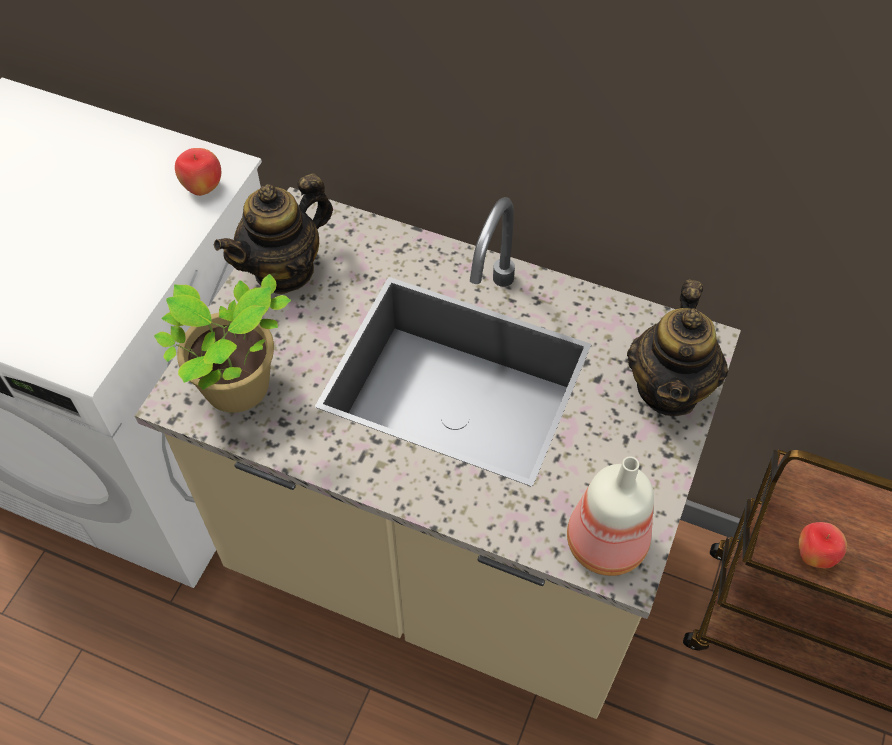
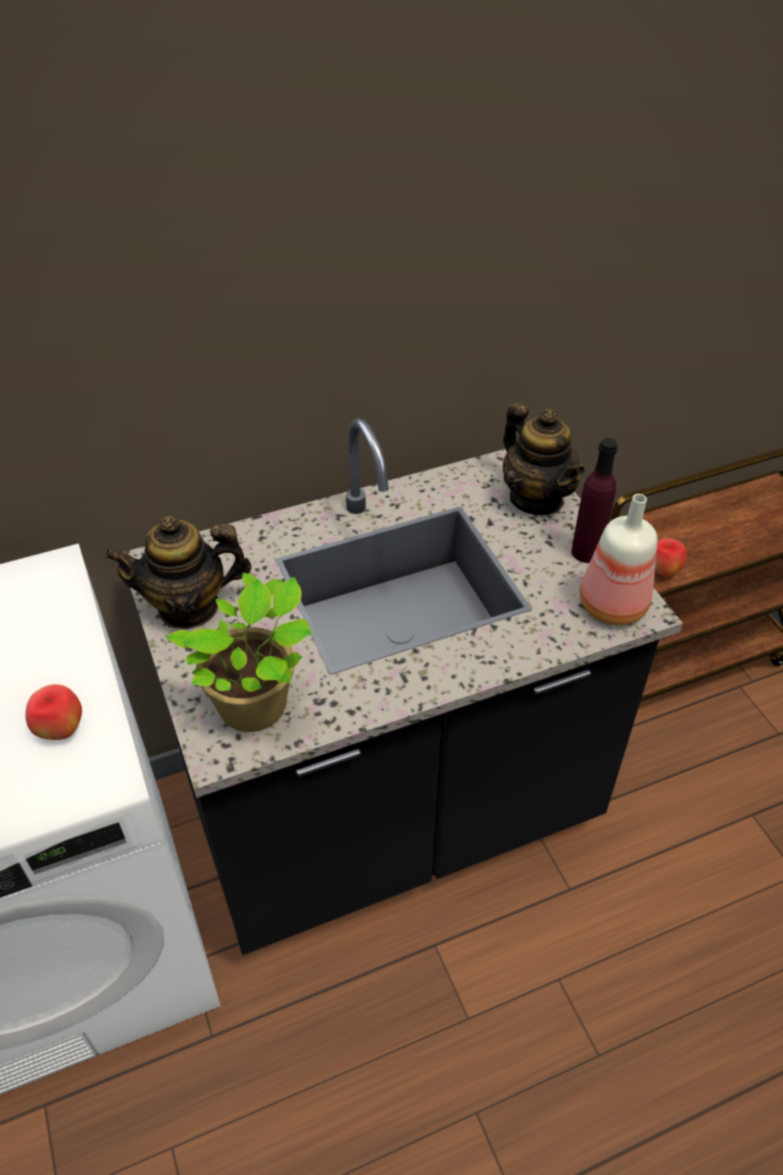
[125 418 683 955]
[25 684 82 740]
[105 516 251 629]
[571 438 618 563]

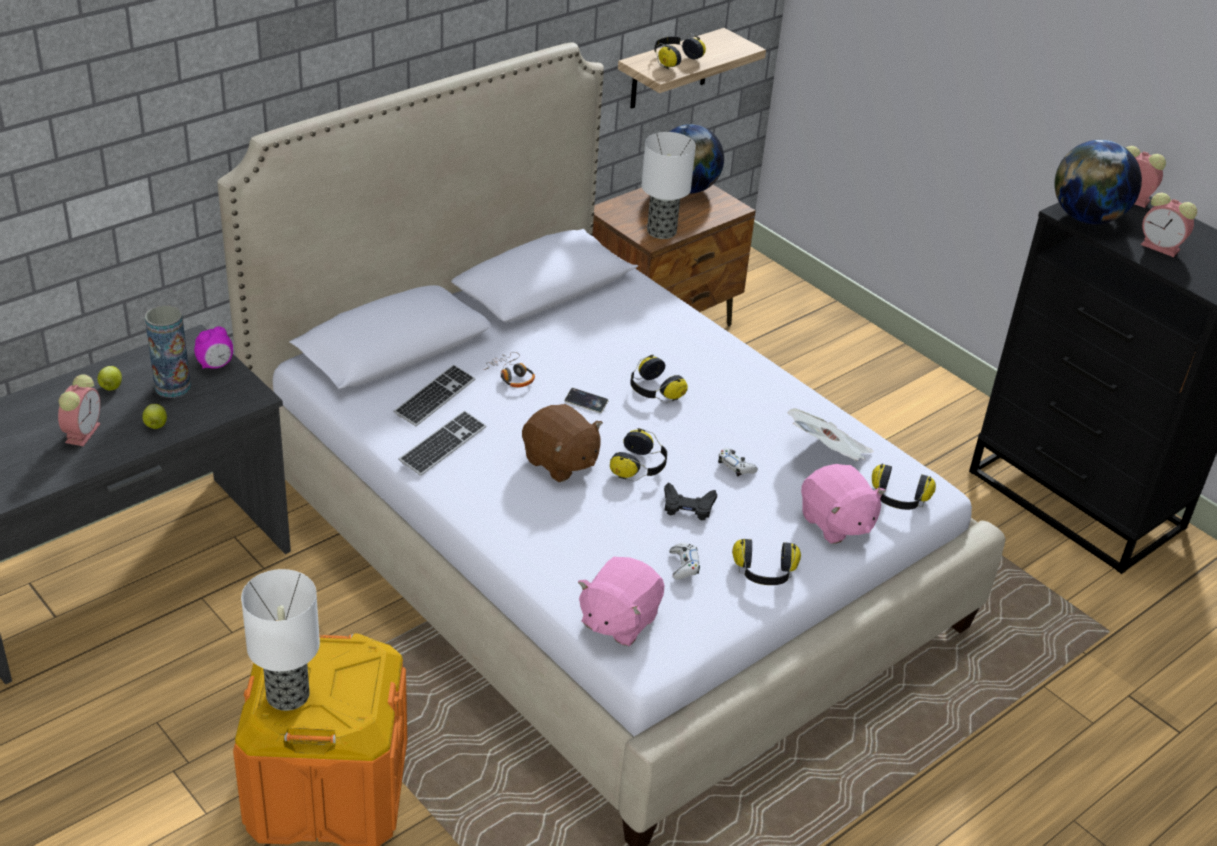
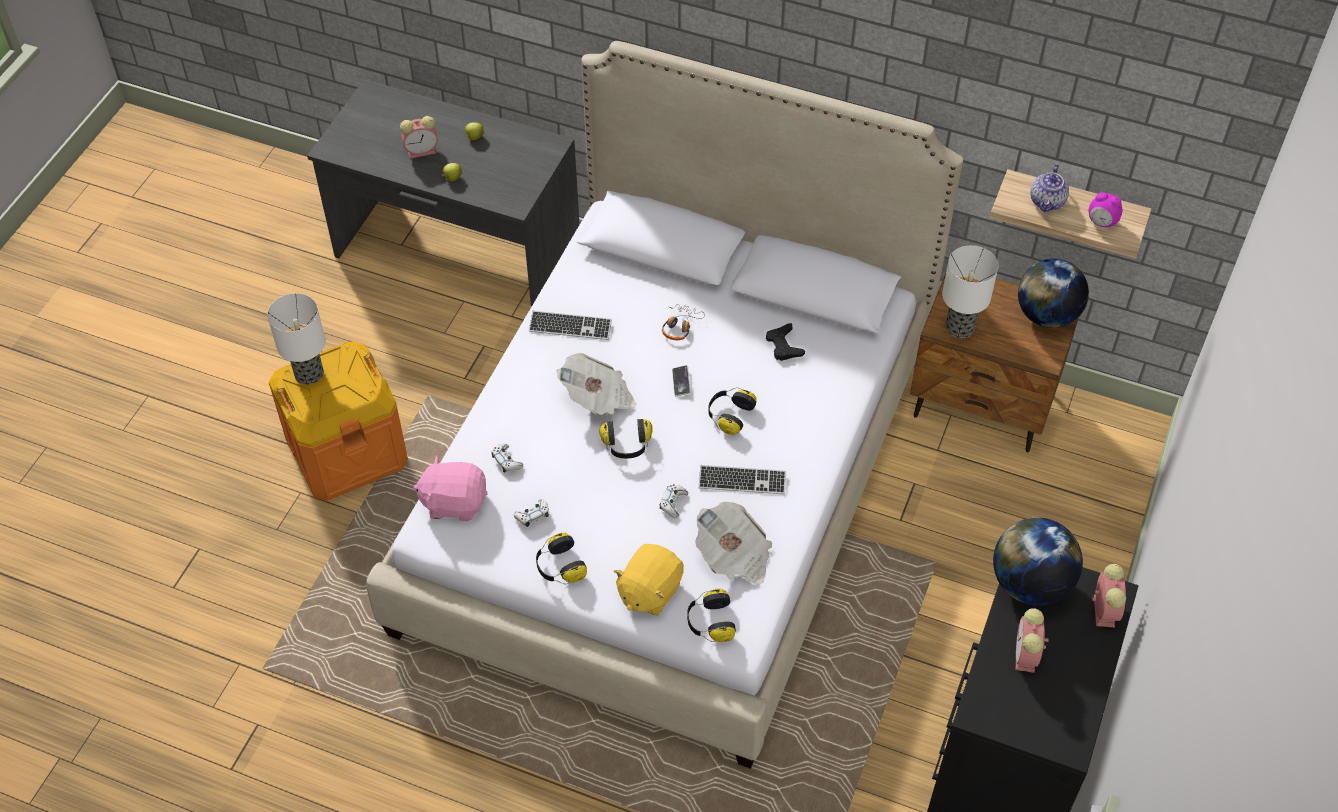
[145 305 191 398] (first image)
[1089 192 1123 227]
[699 465 786 494]
[557 353 637 416]
[1031 163 1069 212]
[766 323 805 361]
[614 544 684 616]
[492 444 523 473]

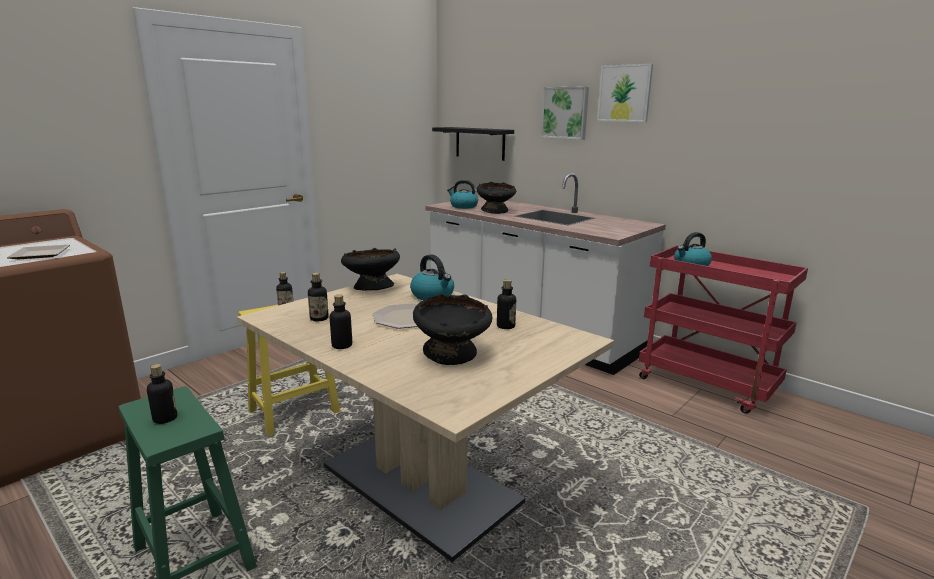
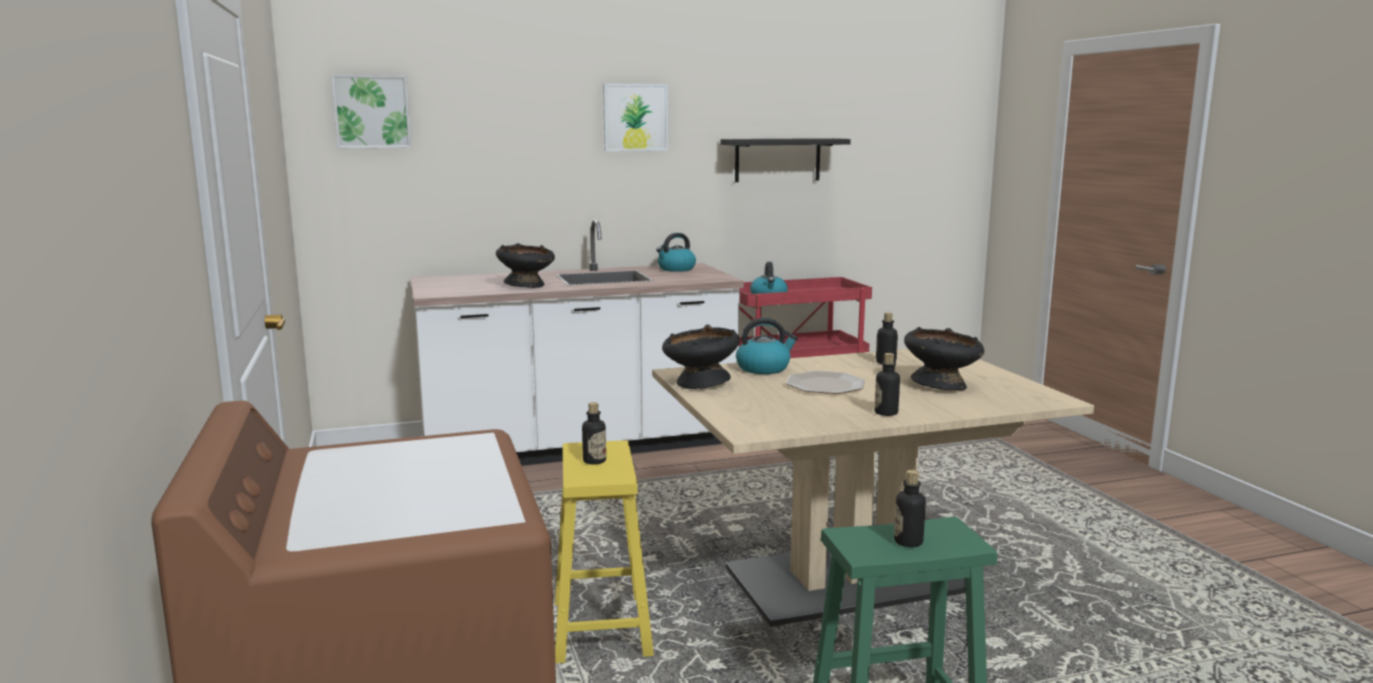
[7 245 70 259] (first image)
[308 273 329 321] (first image)
[720 138 851 182]
[656 233 696 272]
[331 75 411 148]

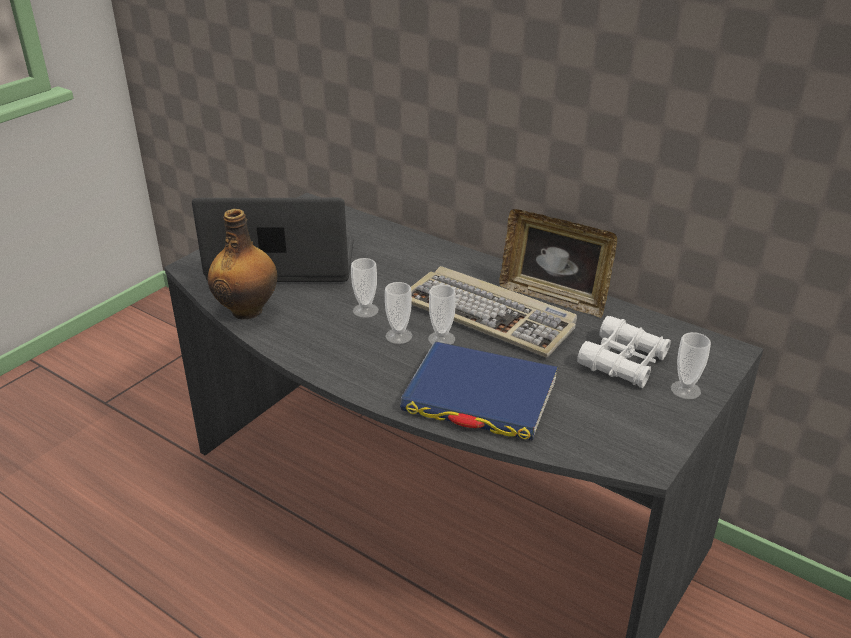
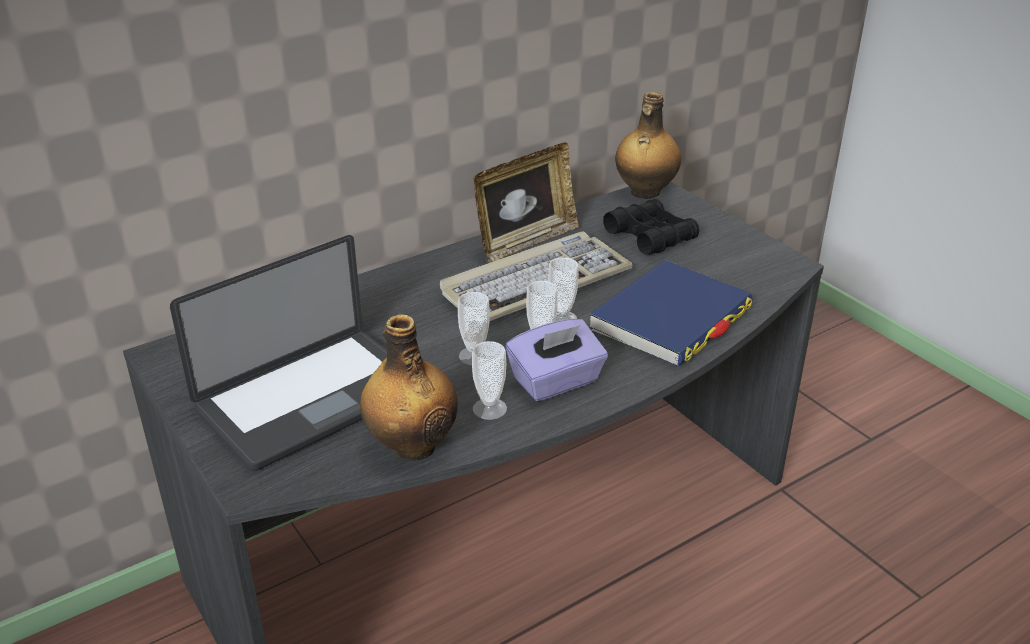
[170 235 387 471]
[603 199 699 255]
[472 341 507 420]
[506 319 608 401]
[615 92 681 199]

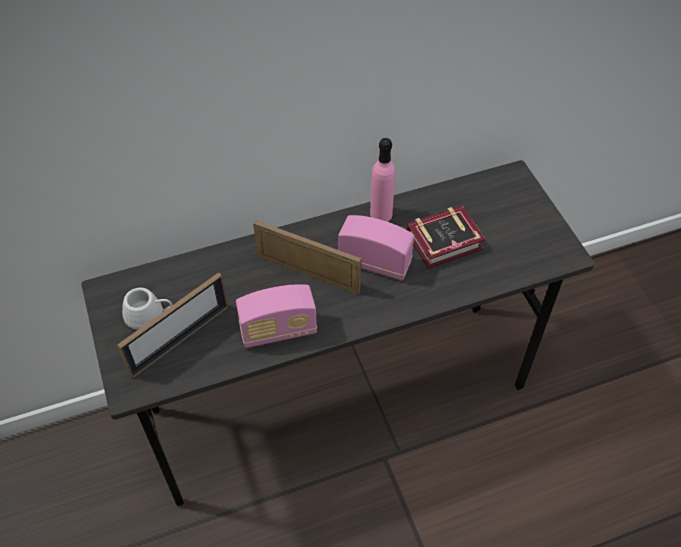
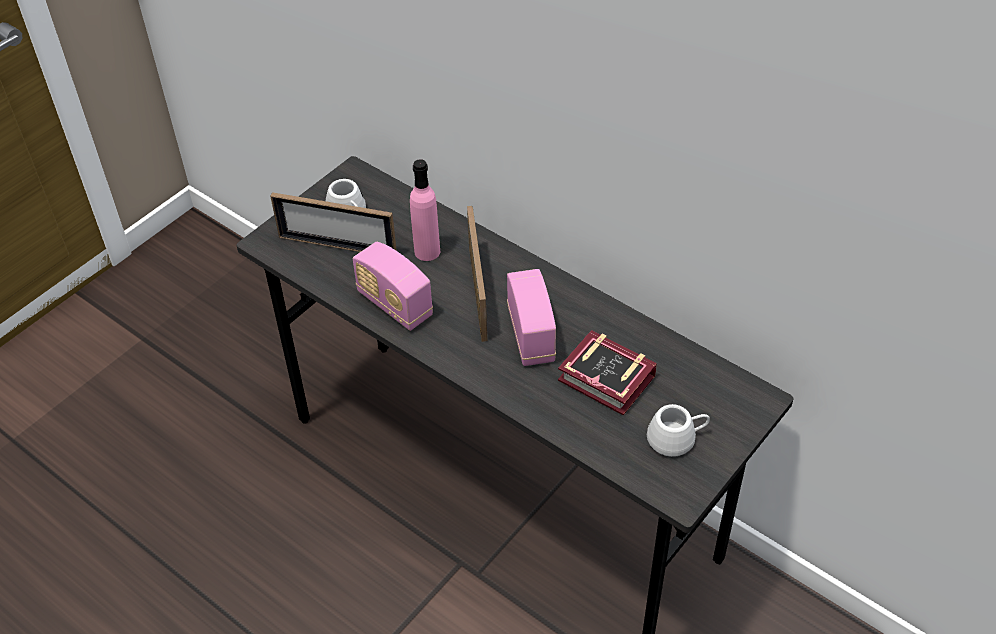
[410 159 440 261]
[647 404 710 457]

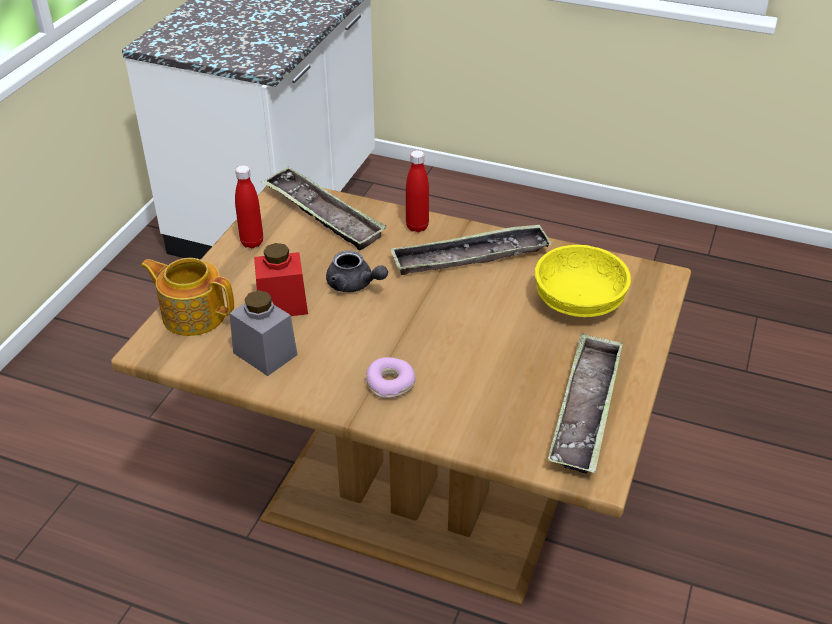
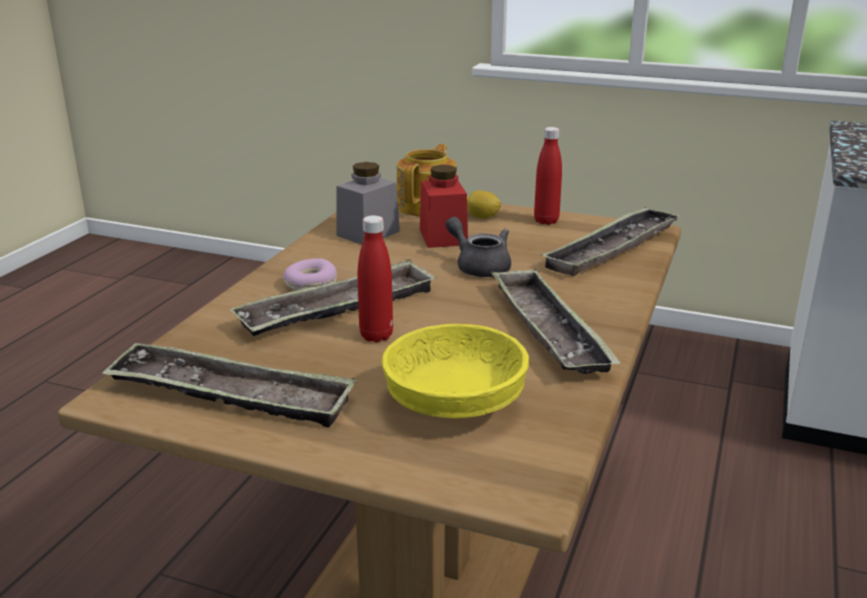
[446 217 511 277]
[358 215 393 342]
[229 259 436 336]
[467 191 501 219]

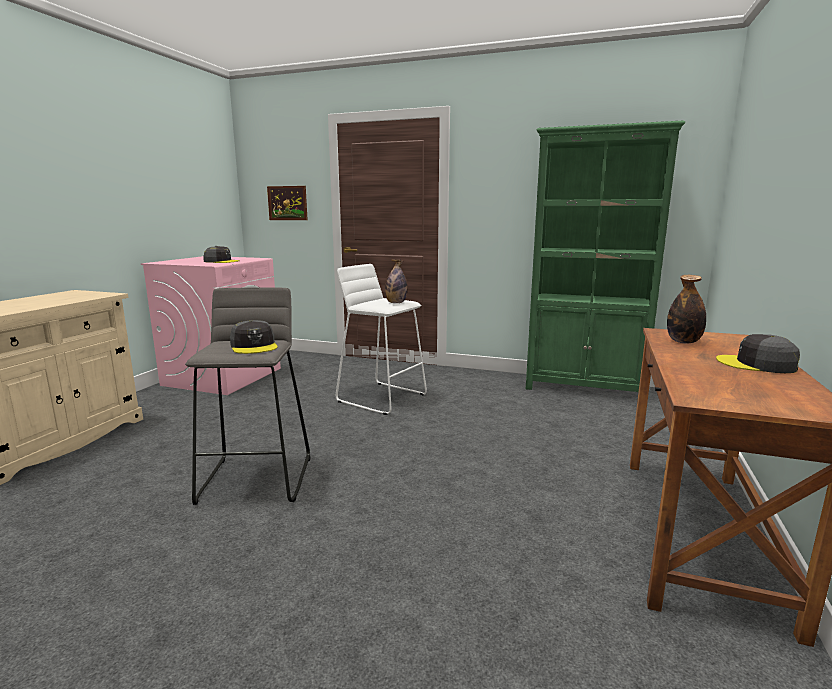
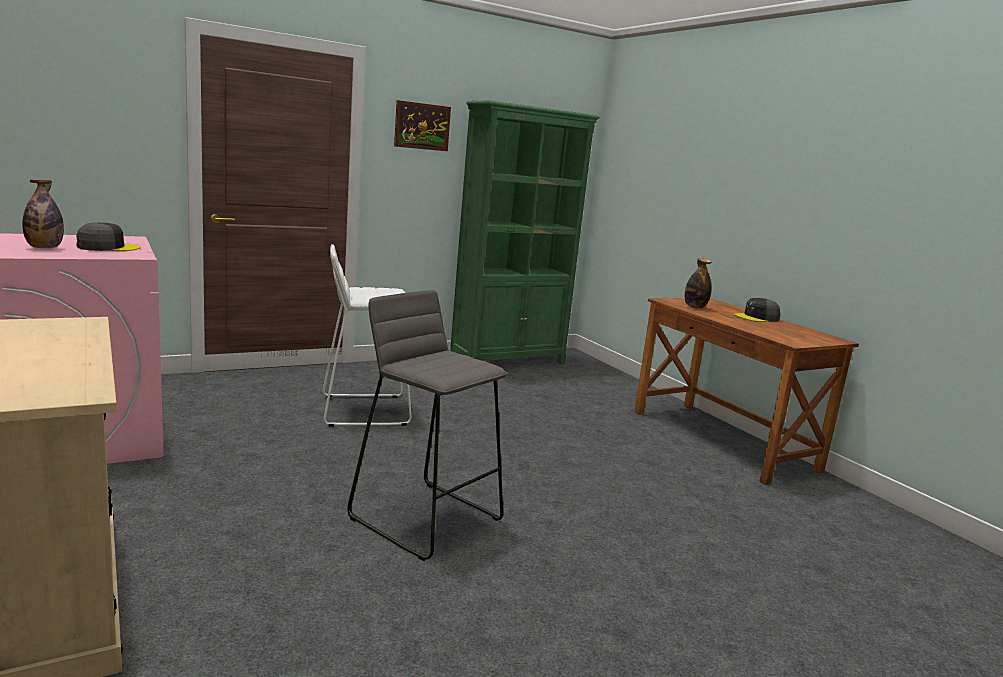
[230 320 278 354] (first image)
[394 100 451 151]
[22 180 64 248]

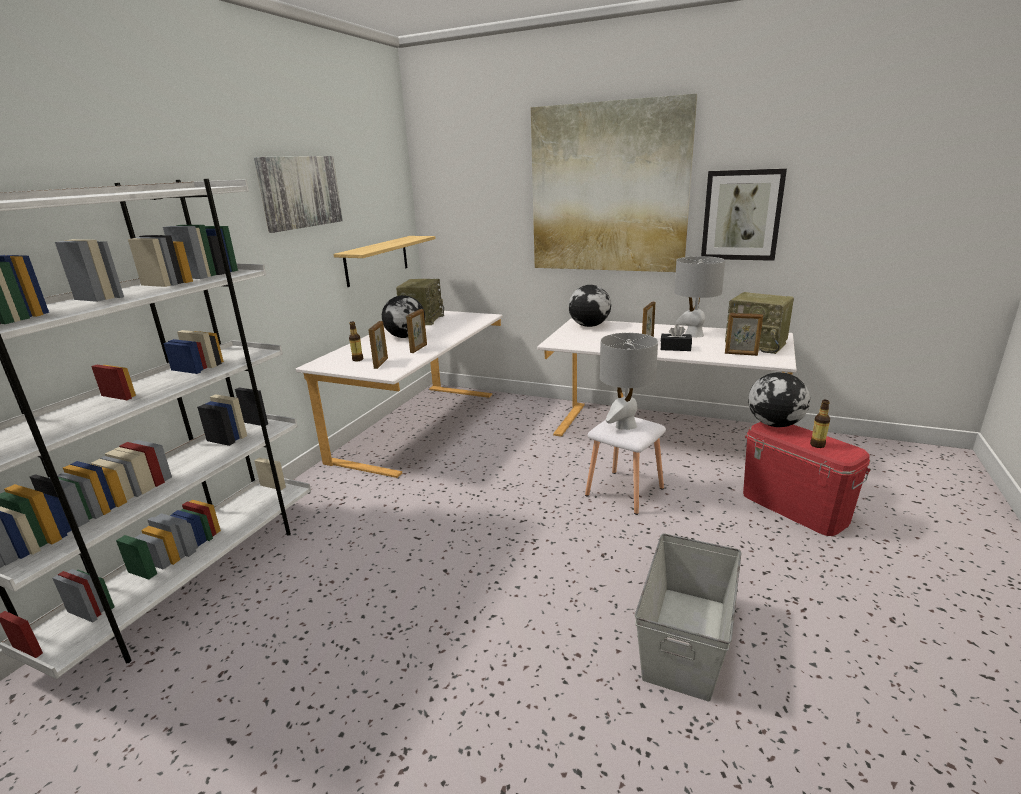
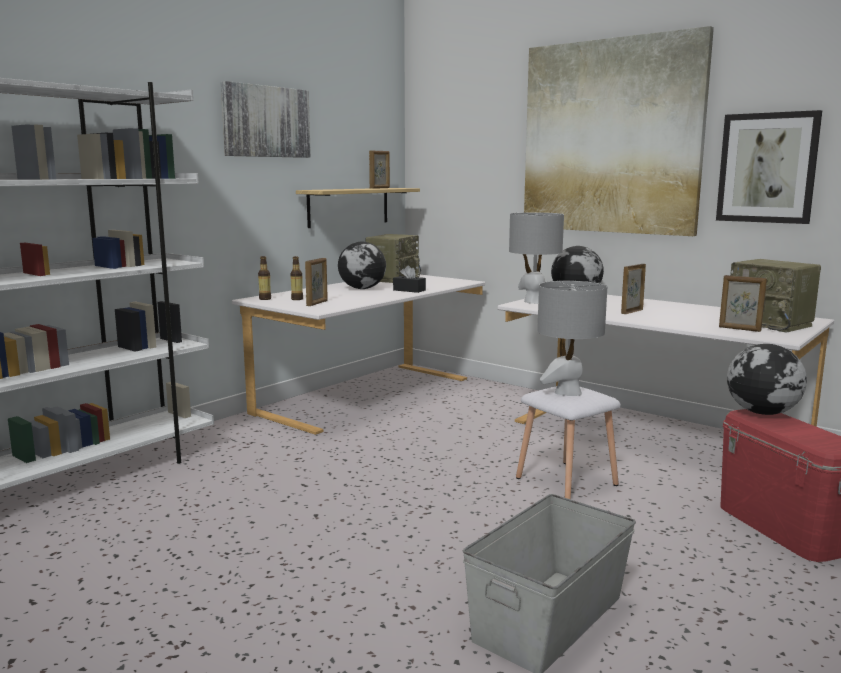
[369 150 390 189]
[393 266 426 293]
[509 213 564 304]
[258 256 271 300]

